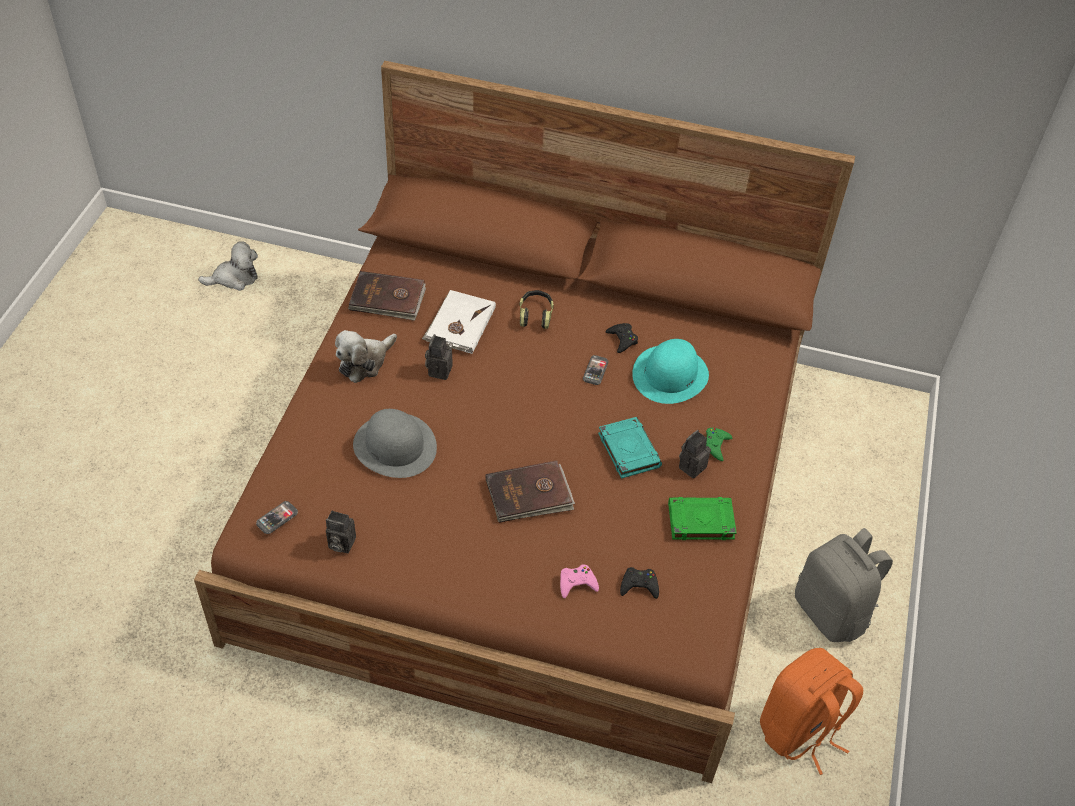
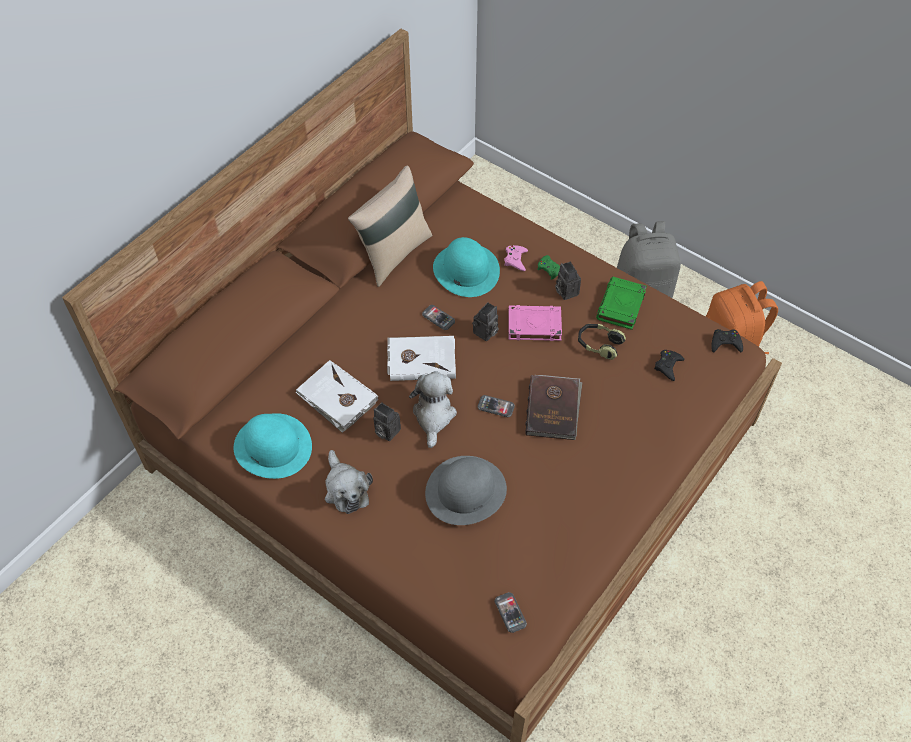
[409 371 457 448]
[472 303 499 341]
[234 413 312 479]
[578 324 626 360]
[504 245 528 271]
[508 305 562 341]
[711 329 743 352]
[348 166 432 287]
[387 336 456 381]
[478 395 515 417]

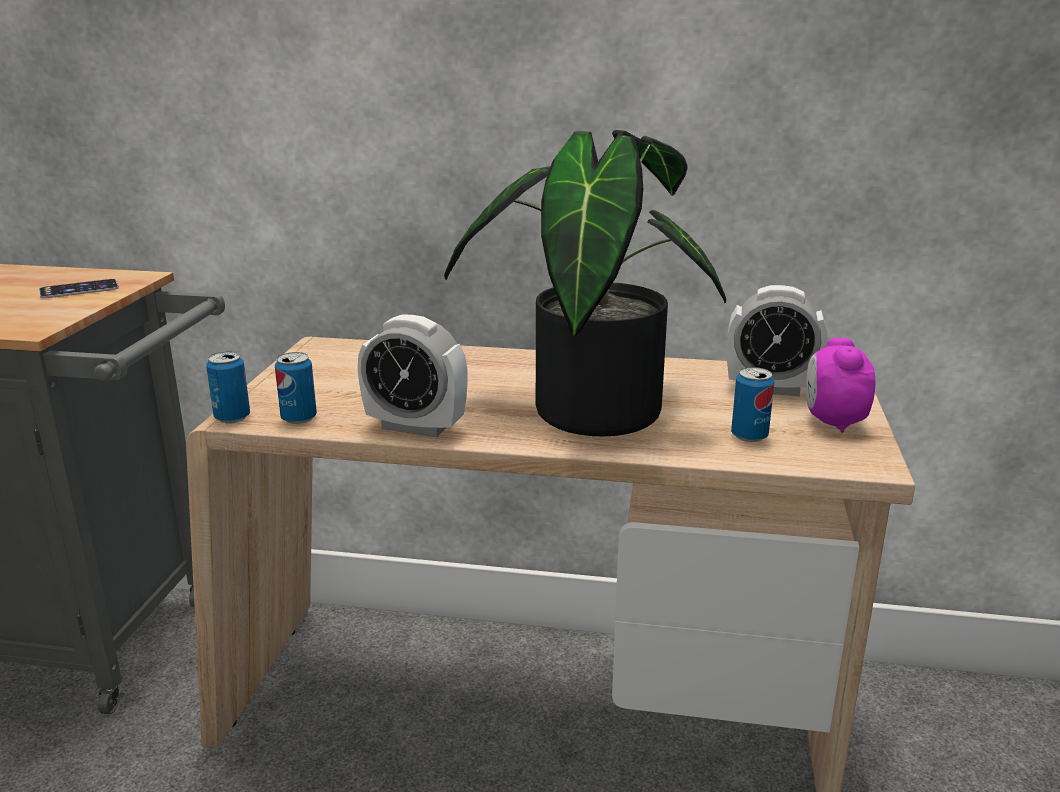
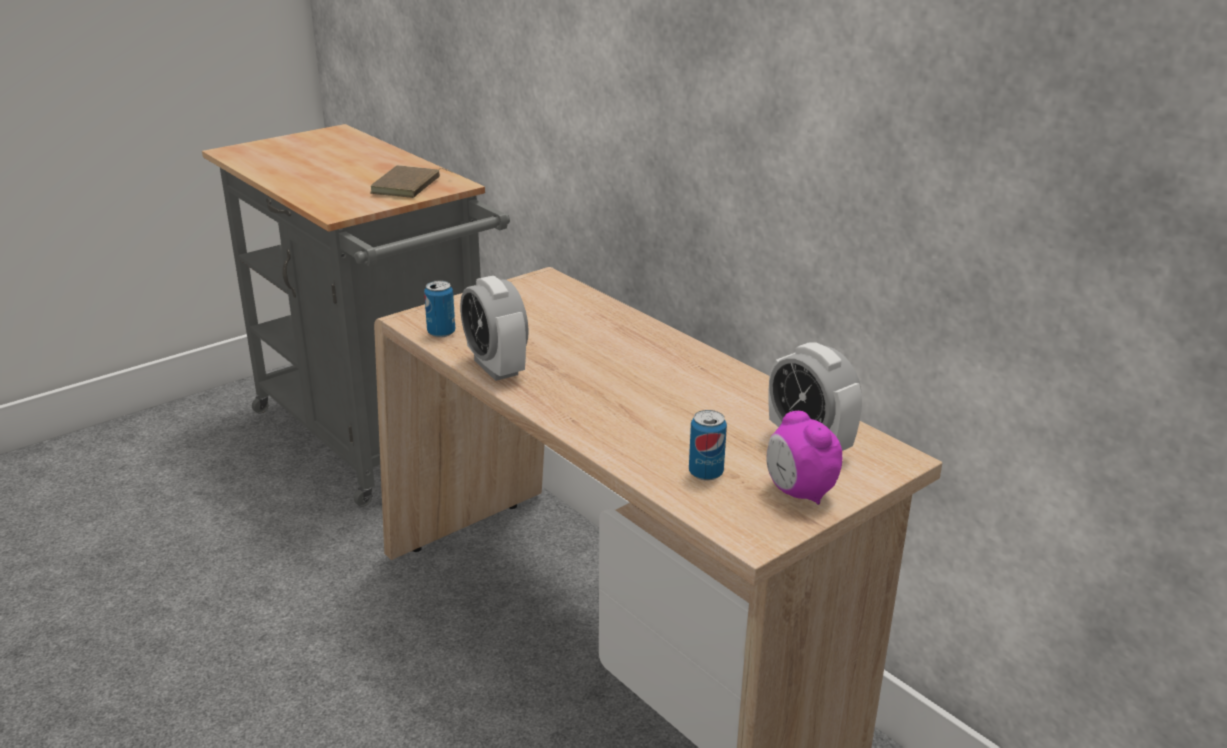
[370 165 453 198]
[206 352 250 423] (first image)
[444 130 726 437] (first image)
[766 411 842 505]

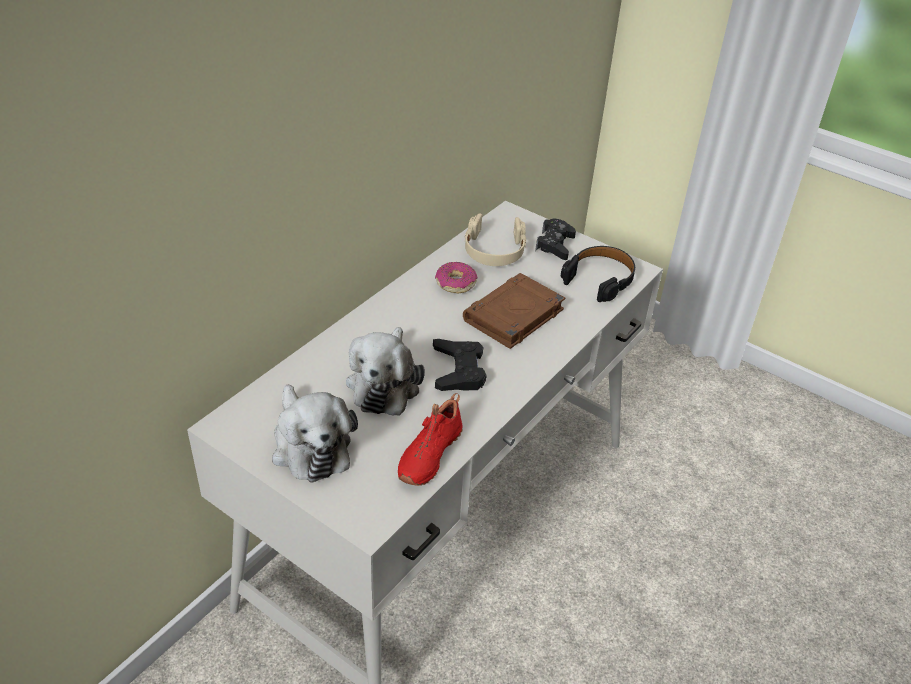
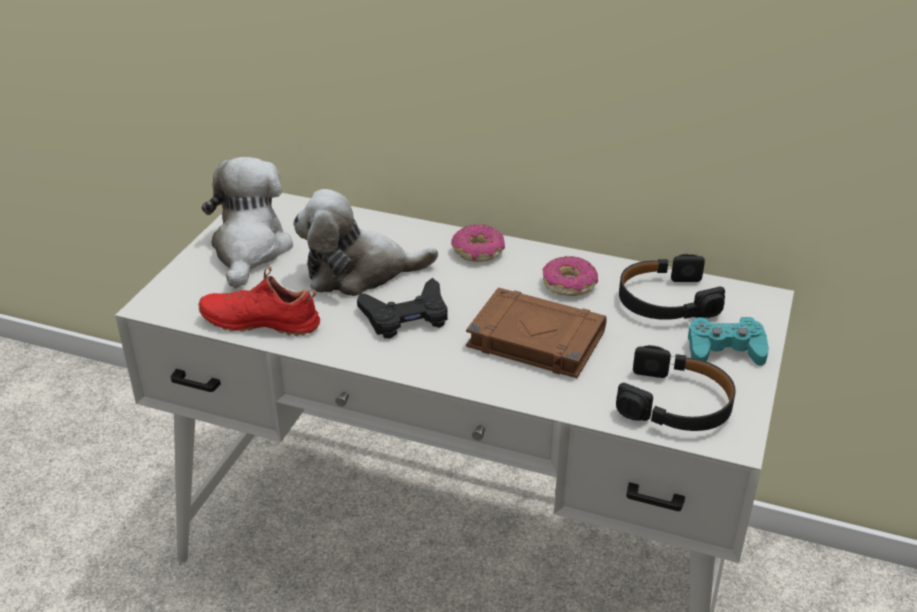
[202 157 293 288]
[619 254 725 320]
[688 317 769 366]
[451 224 505 262]

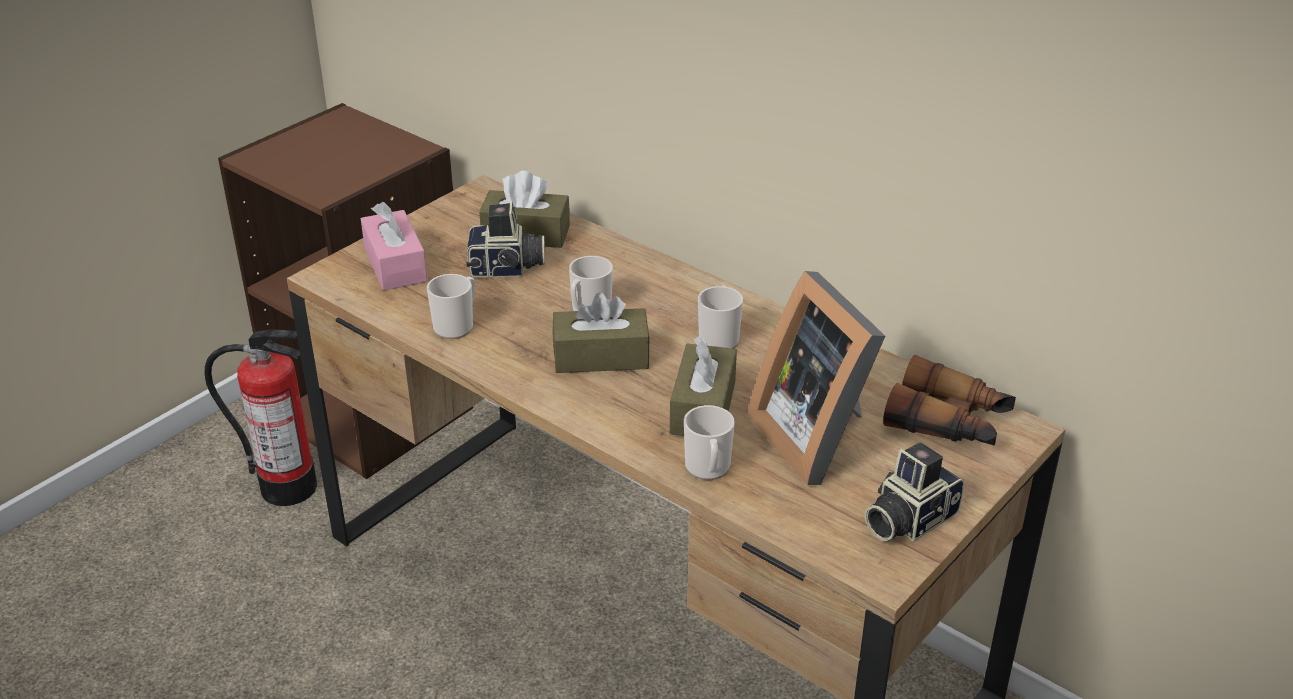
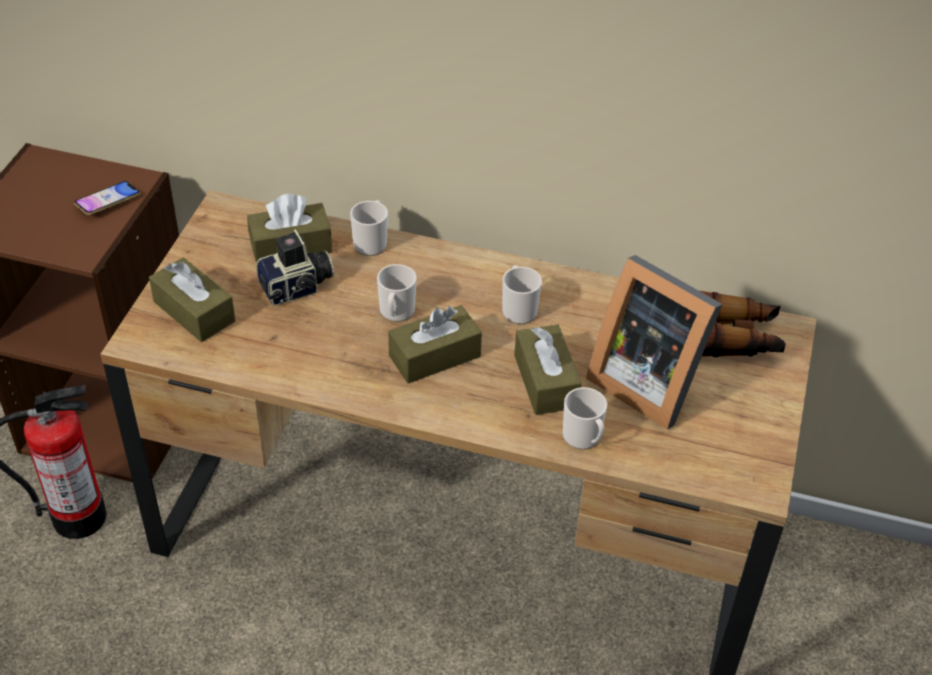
[149 257 235 342]
[350 200 388 256]
[865 443 964 542] (first image)
[74 181 141 215]

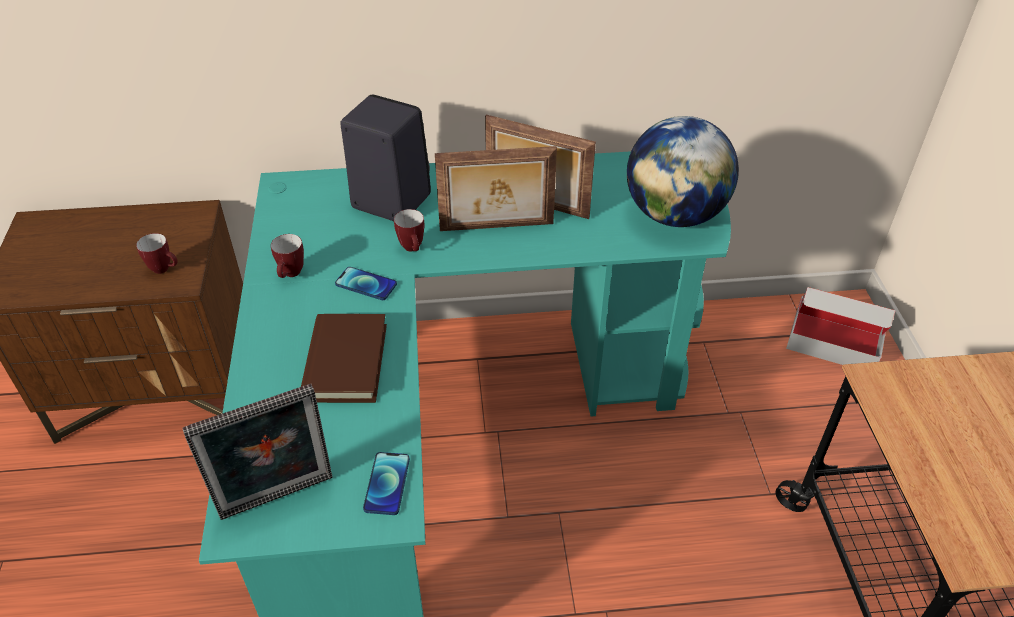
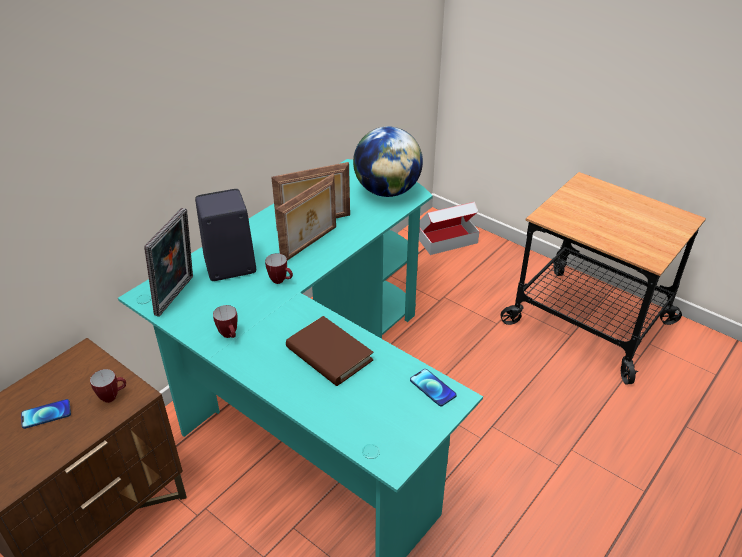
[144 208 193 317]
[21 399 71 429]

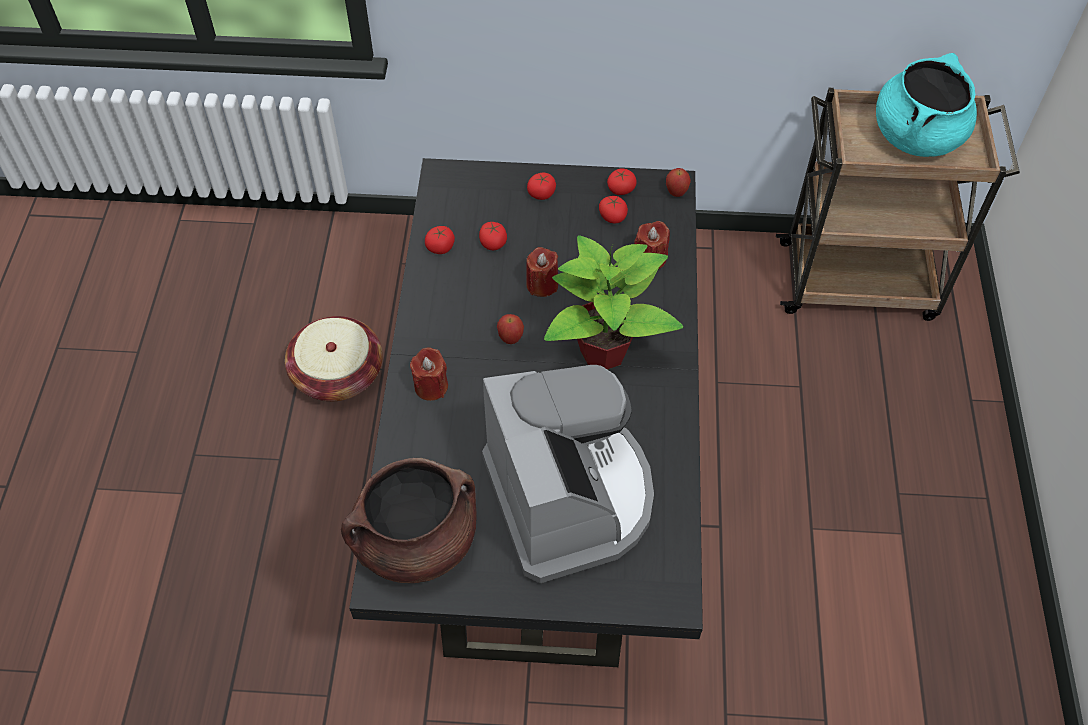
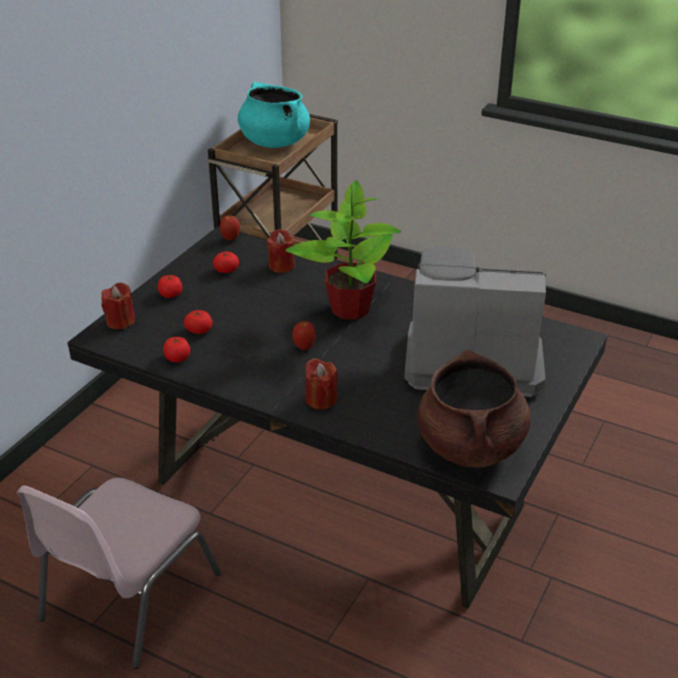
[17 477 221 669]
[102 283 135 329]
[607 169 637 195] (first image)

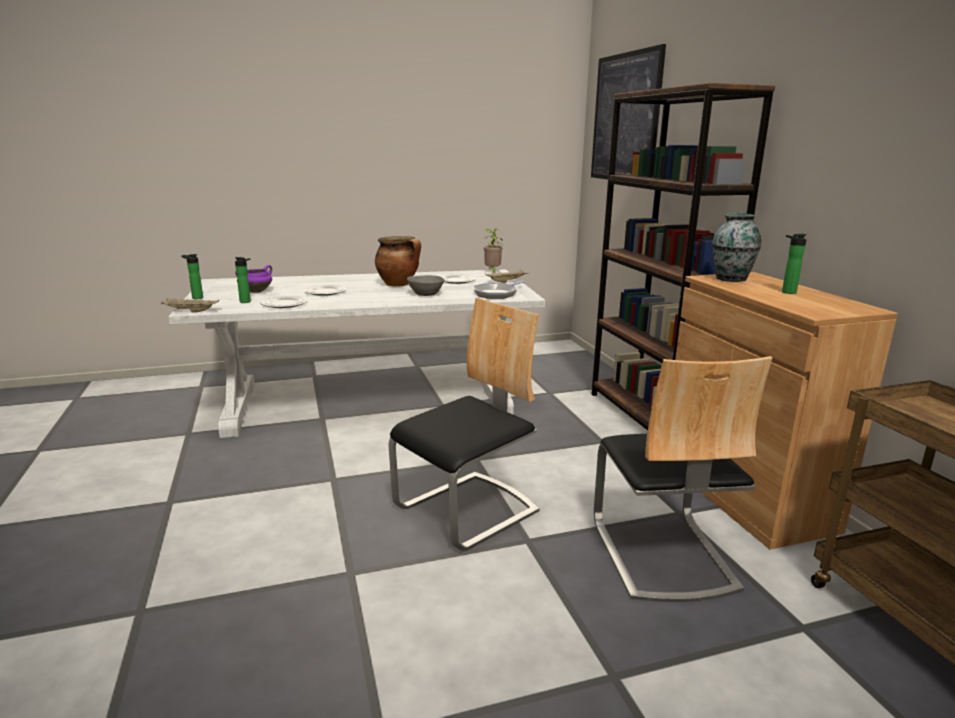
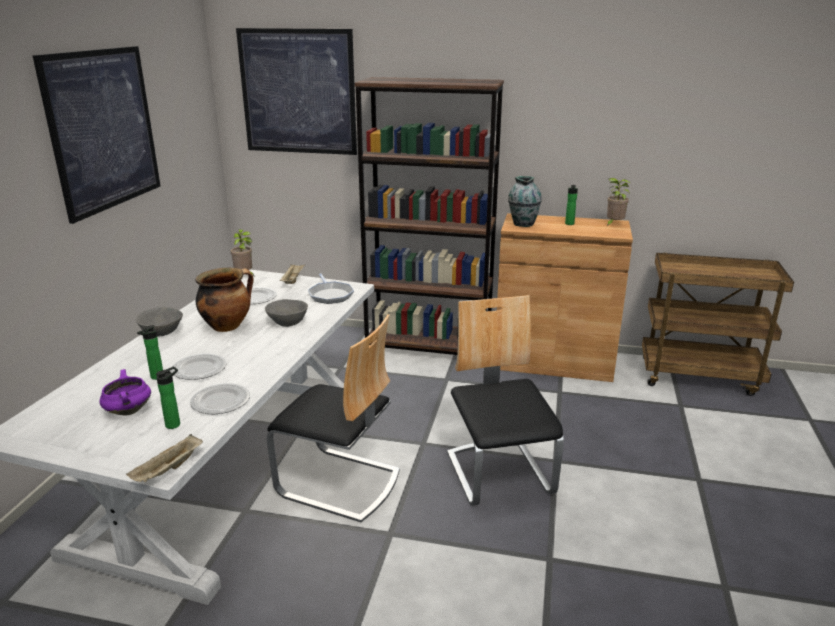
[137 325 163 380]
[267 314 400 522]
[32 46 160 224]
[136 307 183 337]
[606 178 630 227]

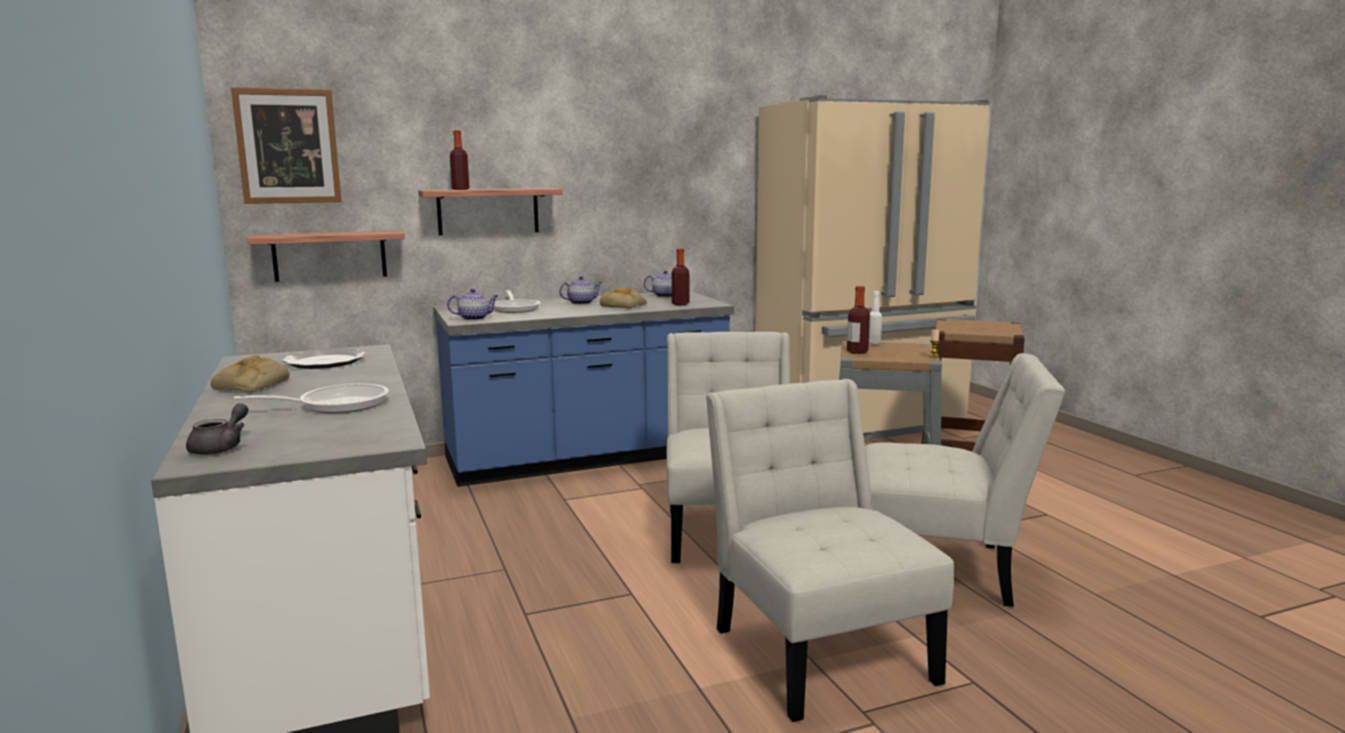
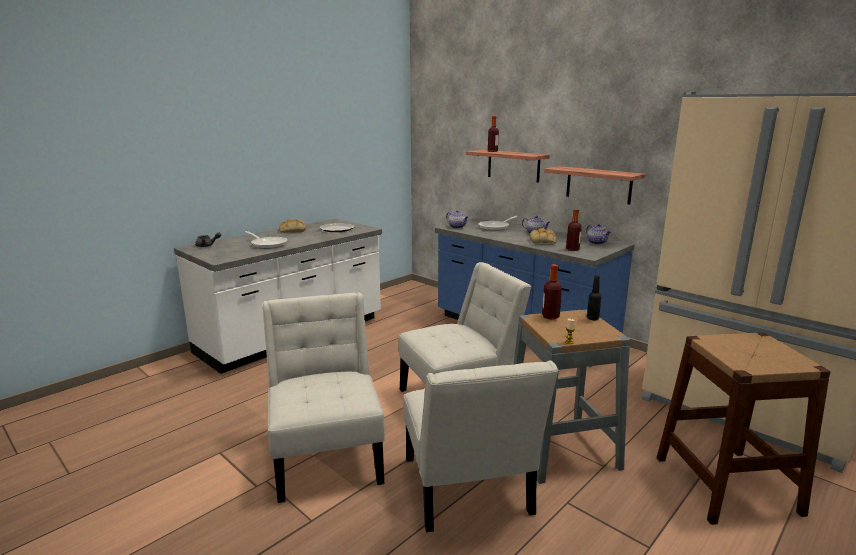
[231 87 342 204] (first image)
[544 166 646 205]
[262 292 385 503]
[587 275 601 320]

